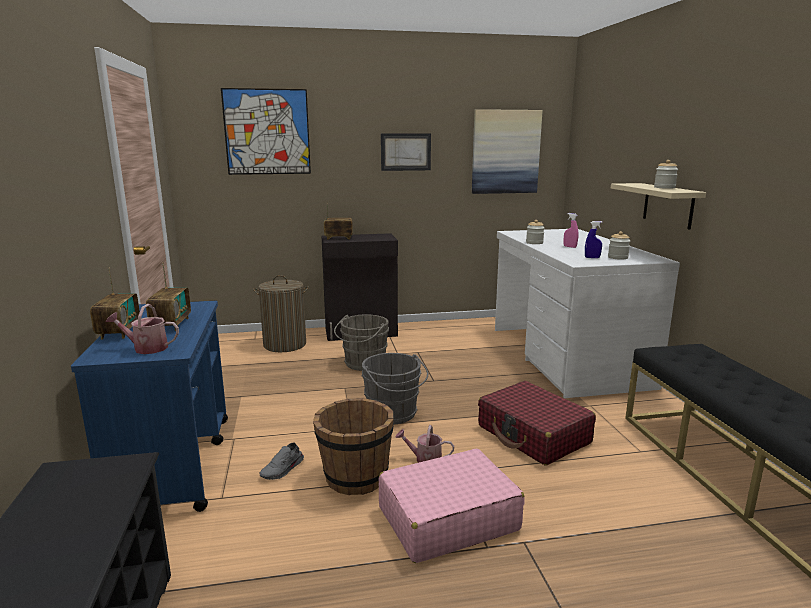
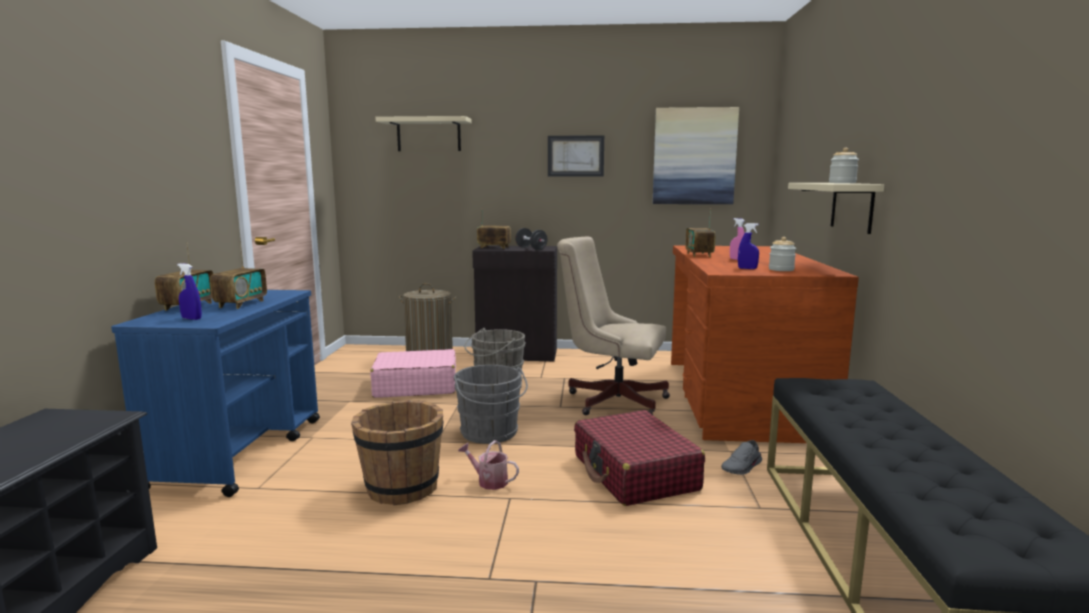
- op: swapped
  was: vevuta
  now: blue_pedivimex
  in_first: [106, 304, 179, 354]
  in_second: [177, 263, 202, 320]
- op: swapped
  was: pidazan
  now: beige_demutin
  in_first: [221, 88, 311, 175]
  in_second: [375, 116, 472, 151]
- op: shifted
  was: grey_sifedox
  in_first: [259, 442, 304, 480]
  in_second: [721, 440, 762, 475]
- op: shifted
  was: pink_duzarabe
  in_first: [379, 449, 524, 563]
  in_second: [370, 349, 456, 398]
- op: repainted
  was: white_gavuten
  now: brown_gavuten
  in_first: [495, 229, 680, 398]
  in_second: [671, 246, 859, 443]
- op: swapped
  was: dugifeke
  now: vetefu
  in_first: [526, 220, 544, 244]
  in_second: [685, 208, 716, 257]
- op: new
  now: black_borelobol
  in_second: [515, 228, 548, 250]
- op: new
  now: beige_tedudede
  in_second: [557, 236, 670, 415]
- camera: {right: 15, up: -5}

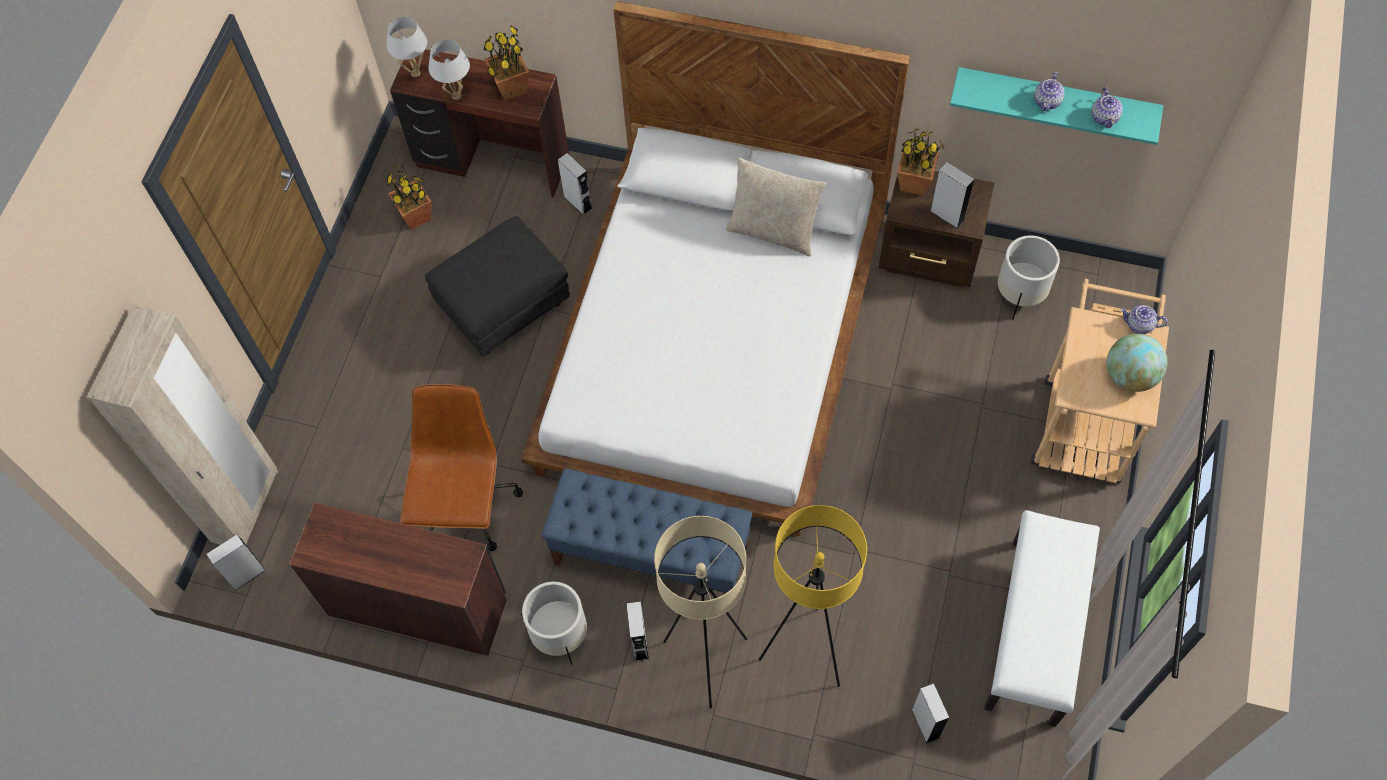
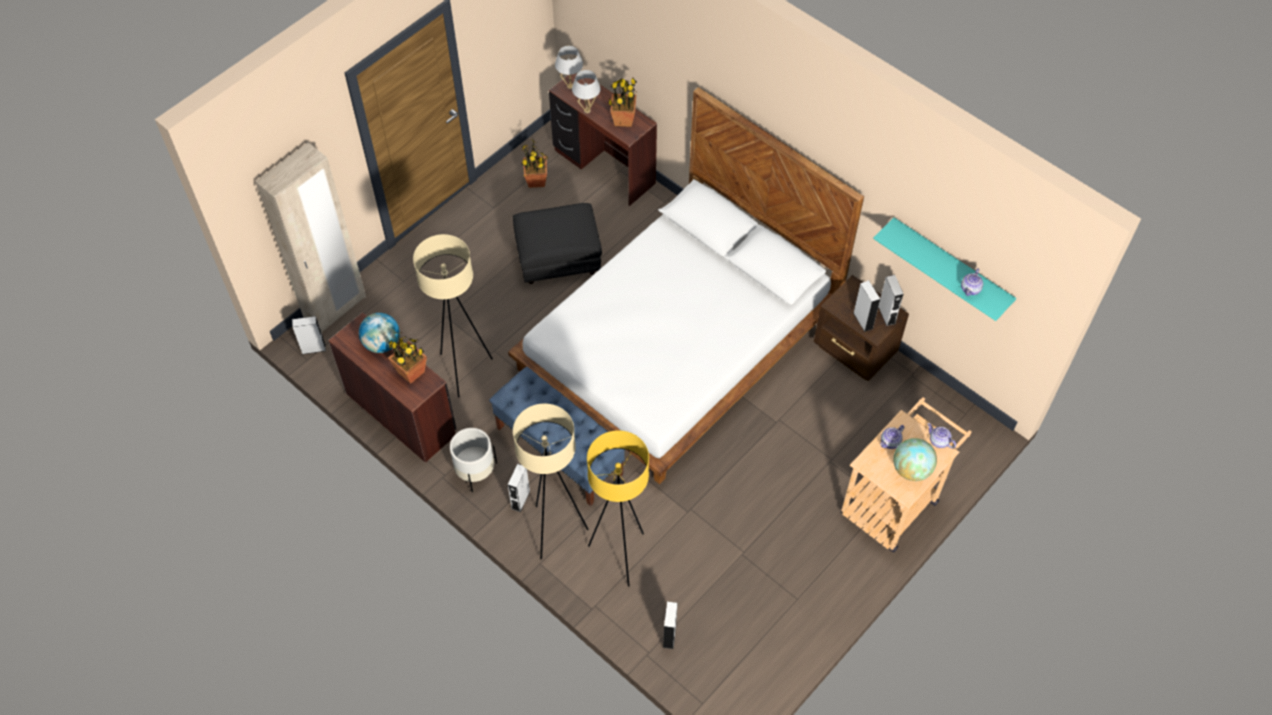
- op: swapped
  was: brown_tedudede
  now: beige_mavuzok
  in_first: [400, 384, 523, 551]
  in_second: [413, 234, 493, 397]
- op: shifted
  was: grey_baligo
  in_first: [558, 153, 593, 216]
  in_second: [878, 275, 904, 326]
- op: gone
  was: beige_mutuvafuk
  in_first: [726, 158, 826, 256]
- op: shifted
  was: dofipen
  in_first: [897, 129, 944, 196]
  in_second: [388, 332, 427, 384]
- op: gone
  was: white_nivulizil
  in_first: [984, 510, 1100, 727]
- op: gone
  was: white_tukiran
  in_first: [998, 235, 1060, 319]
- op: shifted
  was: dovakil
  in_first: [1034, 72, 1064, 111]
  in_second: [880, 425, 905, 449]
- op: new
  now: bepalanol
  in_second: [359, 313, 400, 353]
- camera: {right: 25, up: -5}

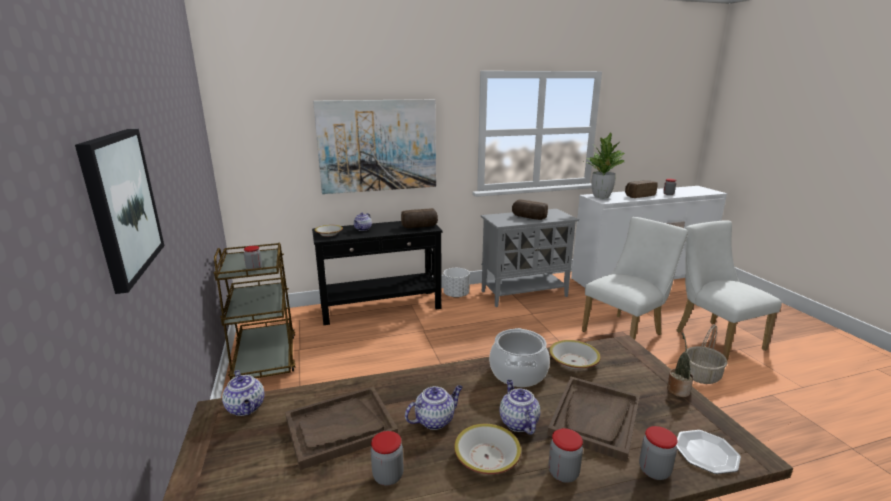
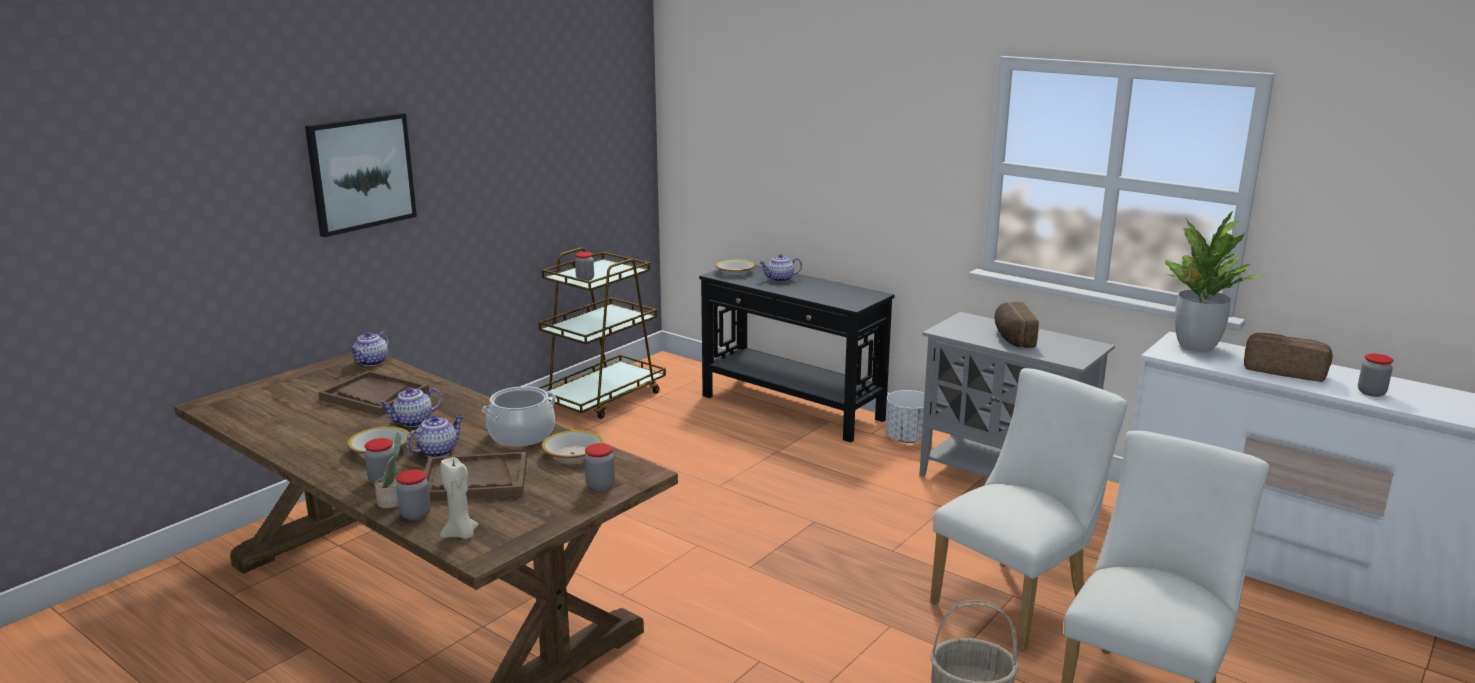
- op: gone
  was: pidazan
  in_first: [313, 99, 436, 194]
- op: shifted
  was: dugifeke
  in_first: [371, 431, 404, 486]
  in_second: [584, 443, 615, 491]
- op: gone
  was: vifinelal
  in_first: [401, 208, 438, 228]
- op: rotated
  was: dovakil
  in_first: [405, 385, 463, 430]
  in_second: [380, 387, 442, 427]
  clockwise: 120
- op: rotated
  was: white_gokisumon
  in_first: [582, 217, 688, 340]
  in_second: [930, 368, 1127, 651]
  clockwise: -60
- op: shifted
  was: dofipen
  in_first: [667, 332, 693, 397]
  in_second: [375, 433, 401, 509]
- op: swapped
  was: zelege
  now: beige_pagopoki
  in_first: [676, 430, 741, 474]
  in_second: [440, 457, 479, 539]
- camera: {right: 55, up: 0}

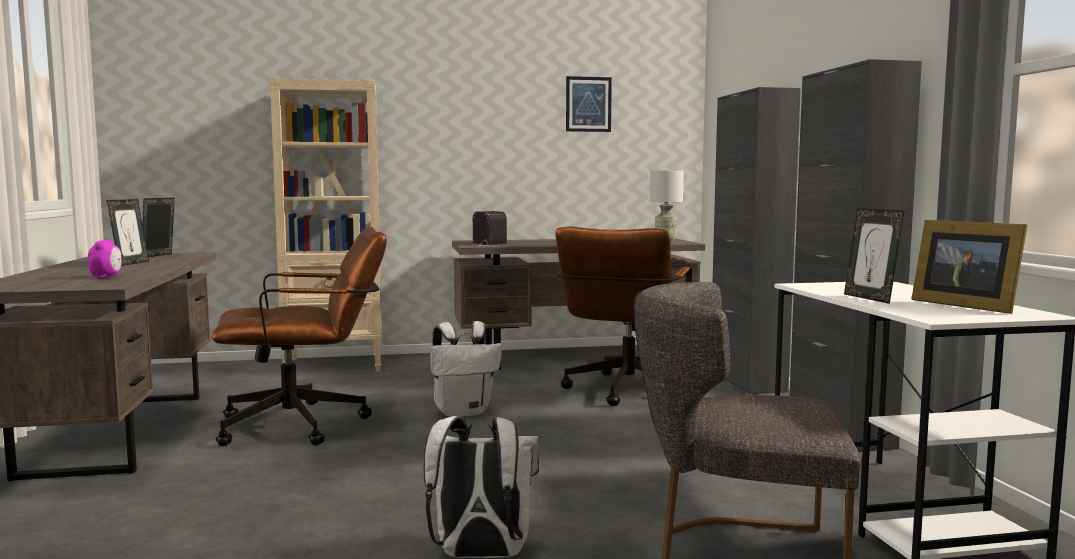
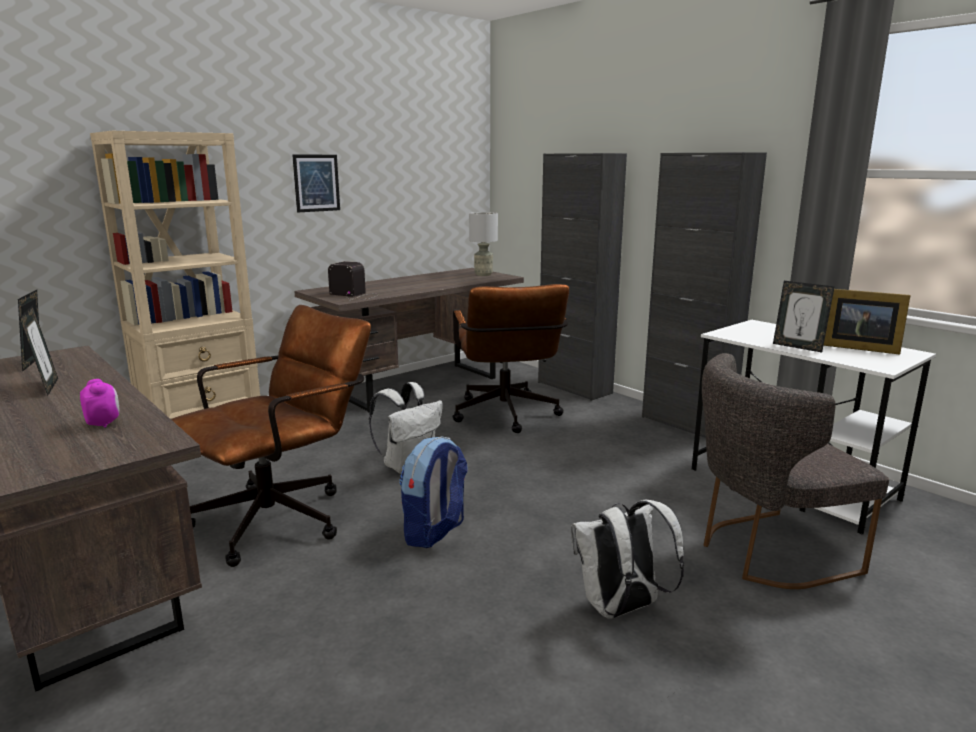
- op: shifted
  was: pidazan
  in_first: [566, 76, 612, 132]
  in_second: [292, 155, 340, 212]
- op: new
  now: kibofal
  in_second: [399, 436, 468, 548]
- camera: {right: -30, up: 10}

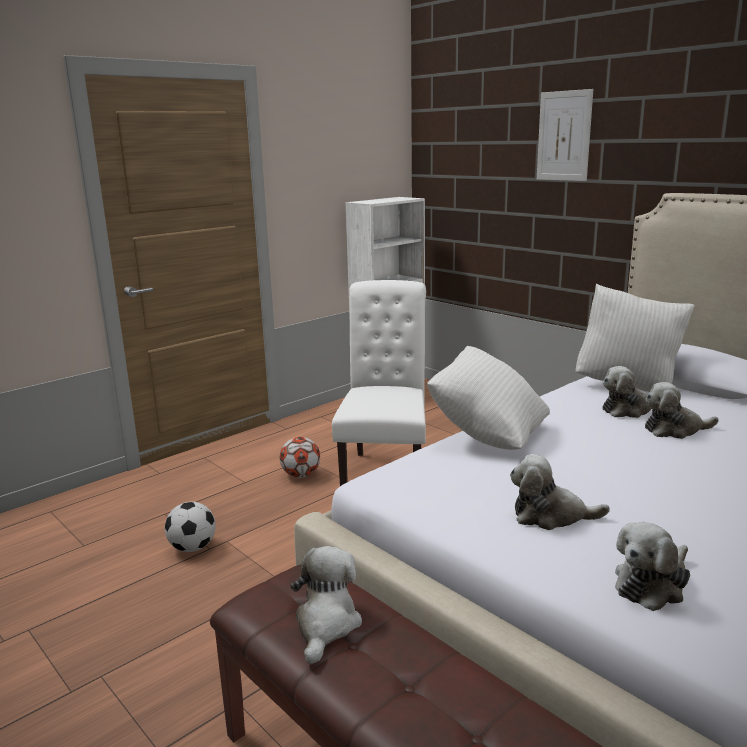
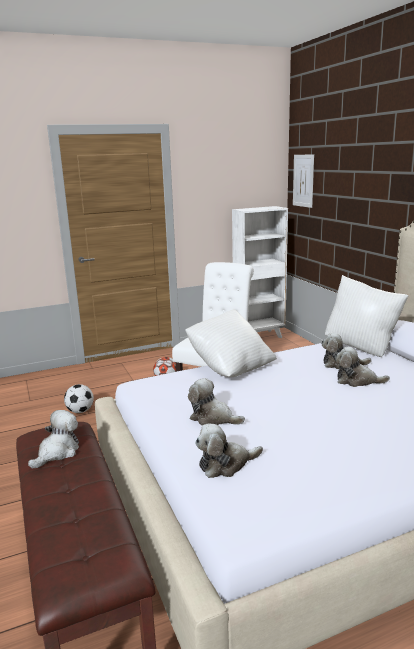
- op: shifted
  was: pidazan
  in_first: [537, 89, 593, 181]
  in_second: [293, 154, 314, 208]
- camera: {right: 20, up: 0}

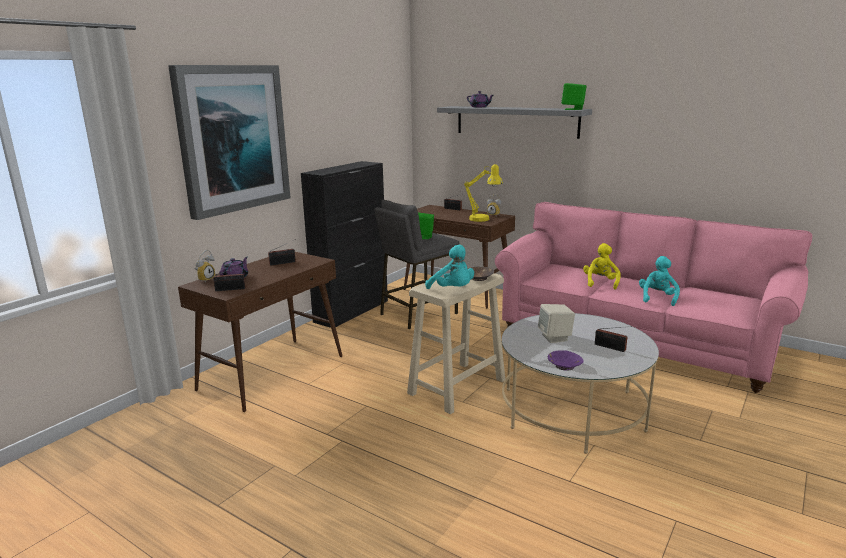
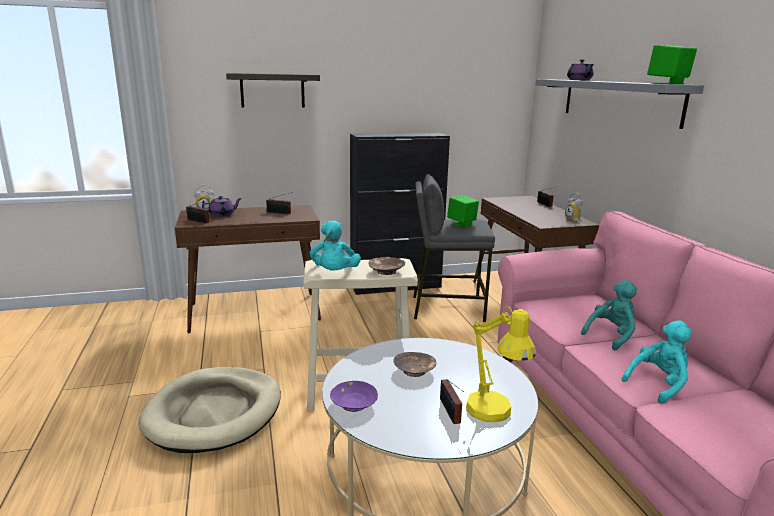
- op: swapped
  was: pidazan
  now: demutin
  in_first: [168, 65, 291, 220]
  in_second: [226, 73, 320, 108]
- op: shifted
  was: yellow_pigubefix
  in_first: [464, 164, 503, 222]
  in_second: [466, 306, 536, 422]
- op: swapped
  was: beige_baligo
  now: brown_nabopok
  in_first: [538, 304, 575, 343]
  in_second: [394, 352, 436, 377]
- op: repainted
  was: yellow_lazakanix
  now: turquoise_lazakanix
  in_first: [583, 243, 621, 290]
  in_second: [581, 280, 637, 351]
- op: new
  now: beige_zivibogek
  in_second: [138, 367, 281, 453]
- camera: {right: 40, up: 0}

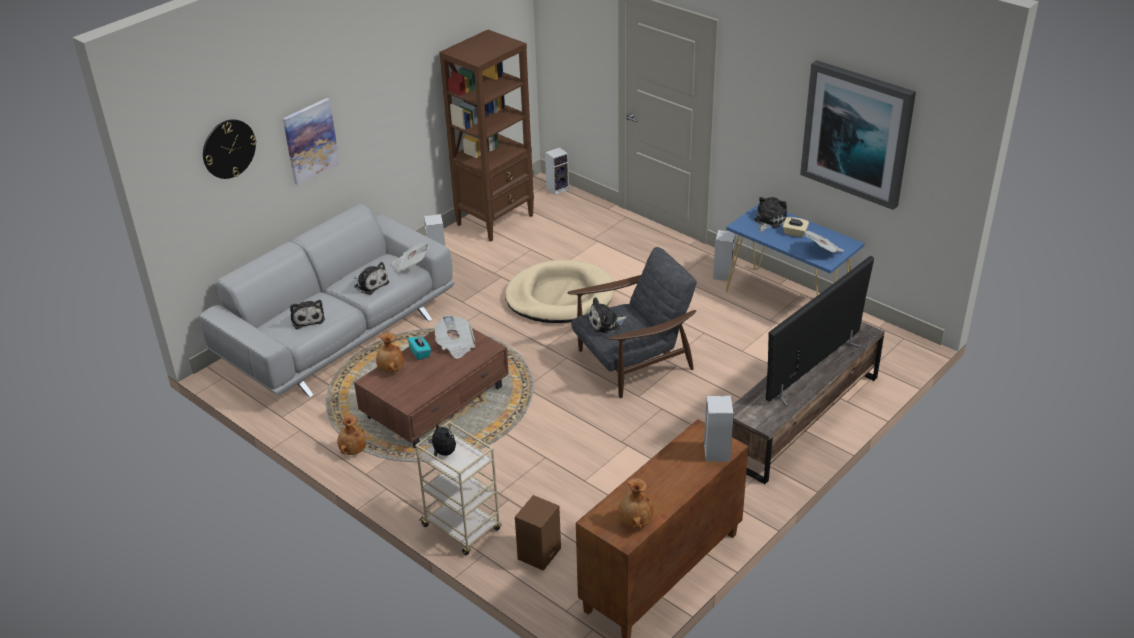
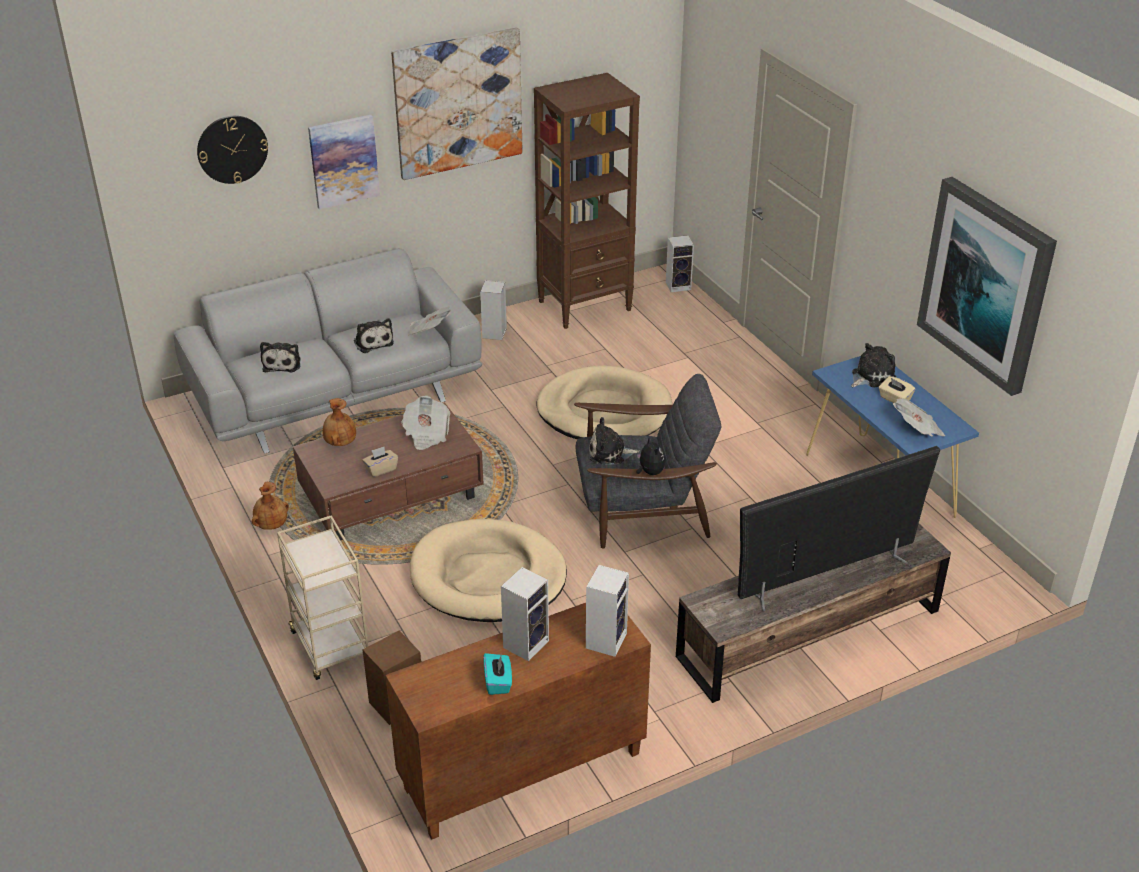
- op: shifted
  was: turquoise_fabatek
  in_first: [407, 334, 431, 360]
  in_second: [483, 653, 512, 695]
- op: shifted
  was: lazakanix
  in_first: [428, 424, 456, 457]
  in_second: [636, 436, 665, 475]
- op: gone
  was: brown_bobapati
  in_first: [619, 478, 653, 528]
- op: shifted
  was: baligo
  in_first: [713, 230, 736, 281]
  in_second: [501, 567, 549, 661]
- op: new
  now: beige_fabatek
  in_second: [362, 447, 398, 477]
- op: new
  now: pidazan
  in_second: [391, 27, 523, 180]
- op: new
  now: beige_zivibogek
  in_second: [410, 519, 567, 622]
- camera: {right: 20, up: 0}

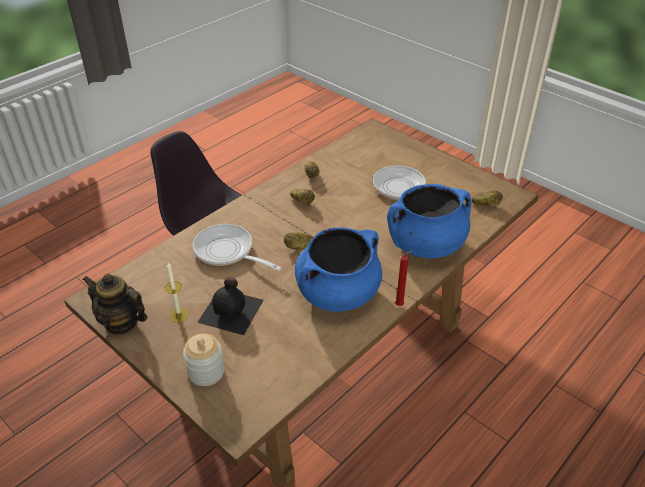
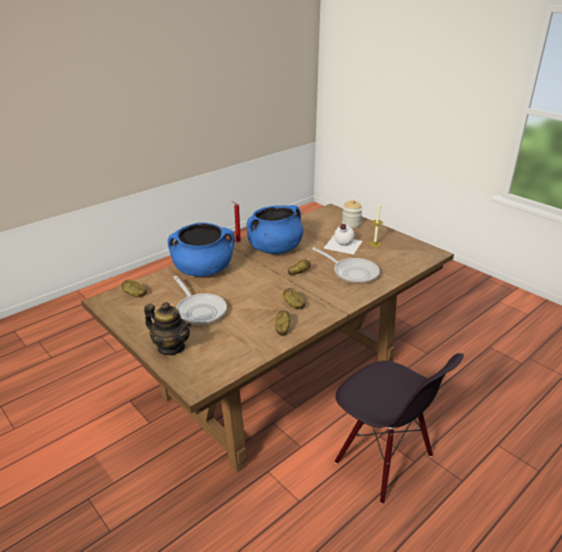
- op: shifted
  was: dovakil
  in_first: [82, 273, 148, 335]
  in_second: [144, 302, 191, 355]
- op: repainted
  was: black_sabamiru
  now: white_sabamiru
  in_first: [197, 277, 264, 335]
  in_second: [324, 224, 362, 255]
- camera: {right: -175, up: -10}

